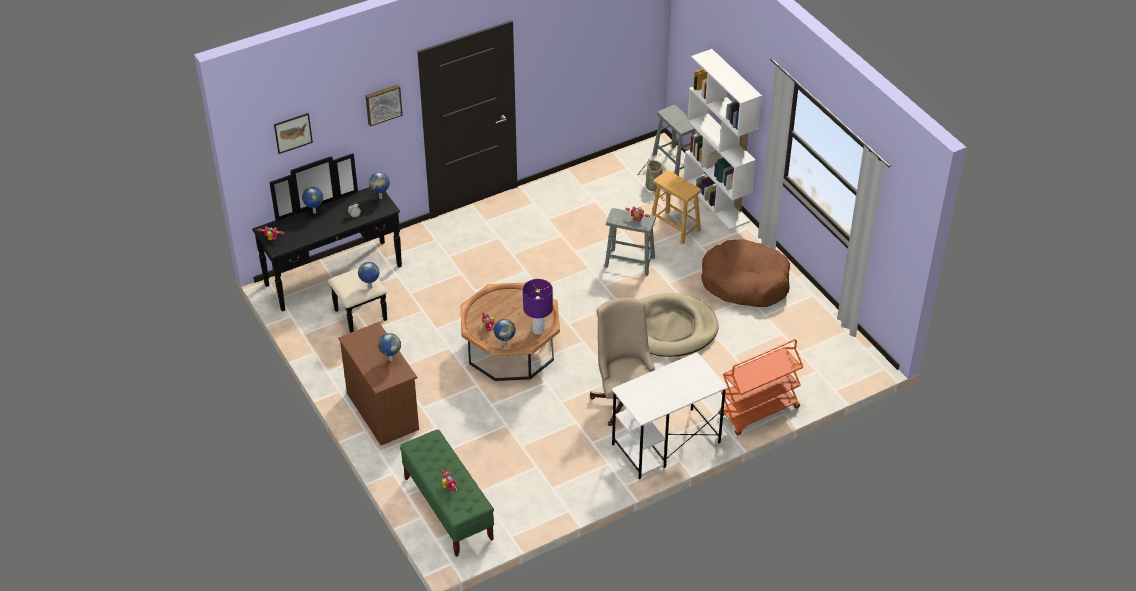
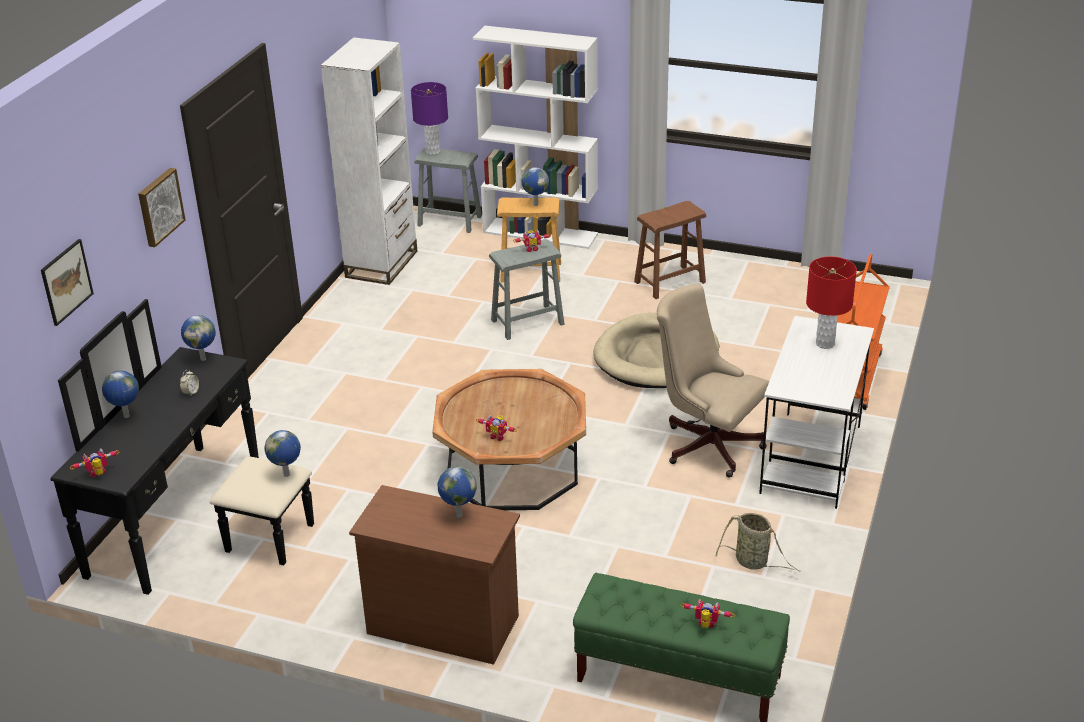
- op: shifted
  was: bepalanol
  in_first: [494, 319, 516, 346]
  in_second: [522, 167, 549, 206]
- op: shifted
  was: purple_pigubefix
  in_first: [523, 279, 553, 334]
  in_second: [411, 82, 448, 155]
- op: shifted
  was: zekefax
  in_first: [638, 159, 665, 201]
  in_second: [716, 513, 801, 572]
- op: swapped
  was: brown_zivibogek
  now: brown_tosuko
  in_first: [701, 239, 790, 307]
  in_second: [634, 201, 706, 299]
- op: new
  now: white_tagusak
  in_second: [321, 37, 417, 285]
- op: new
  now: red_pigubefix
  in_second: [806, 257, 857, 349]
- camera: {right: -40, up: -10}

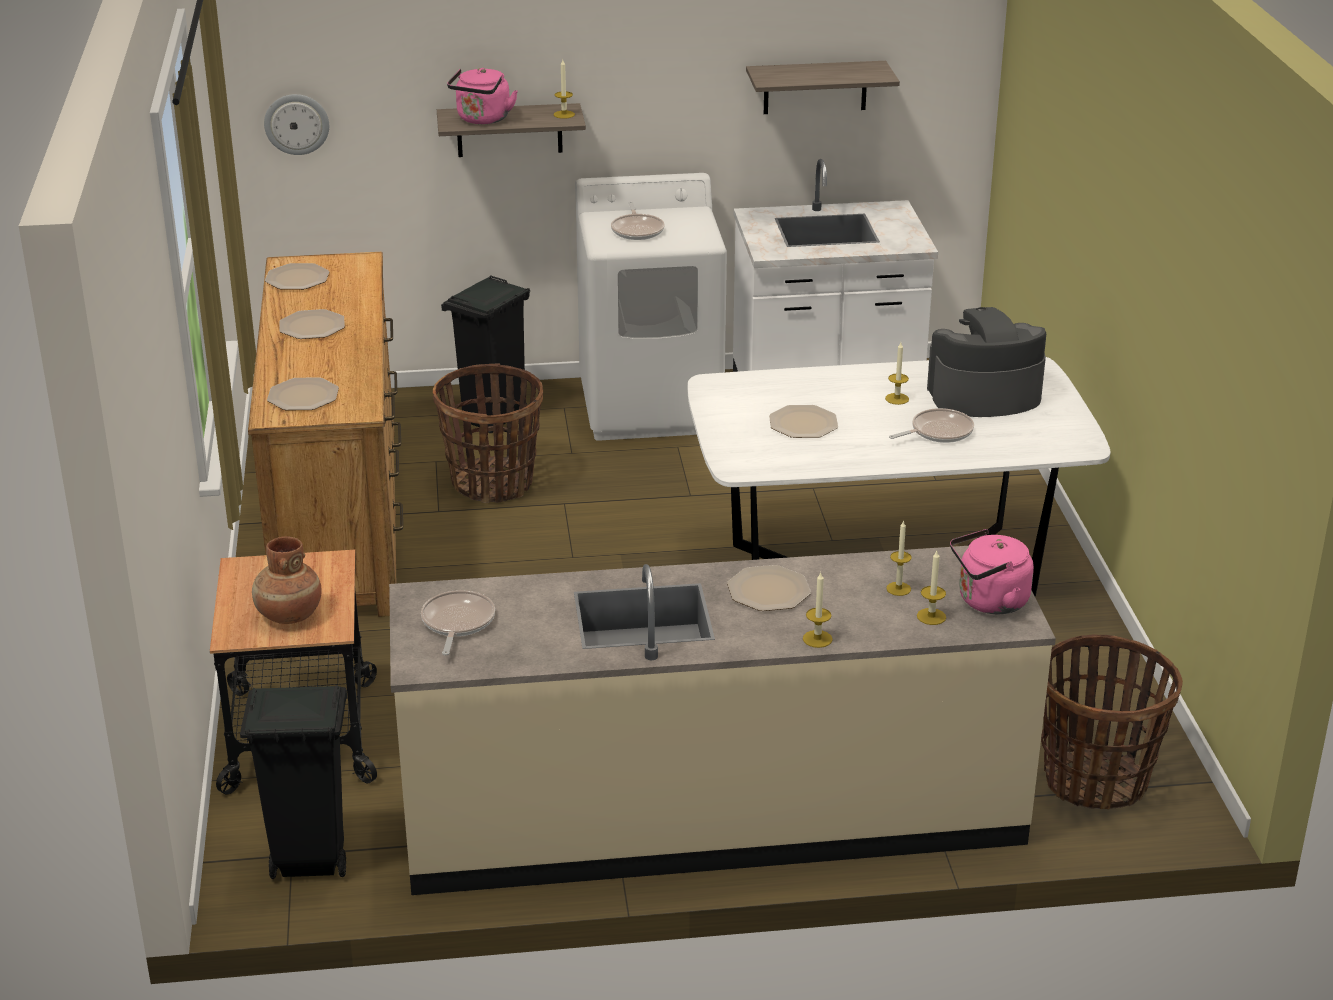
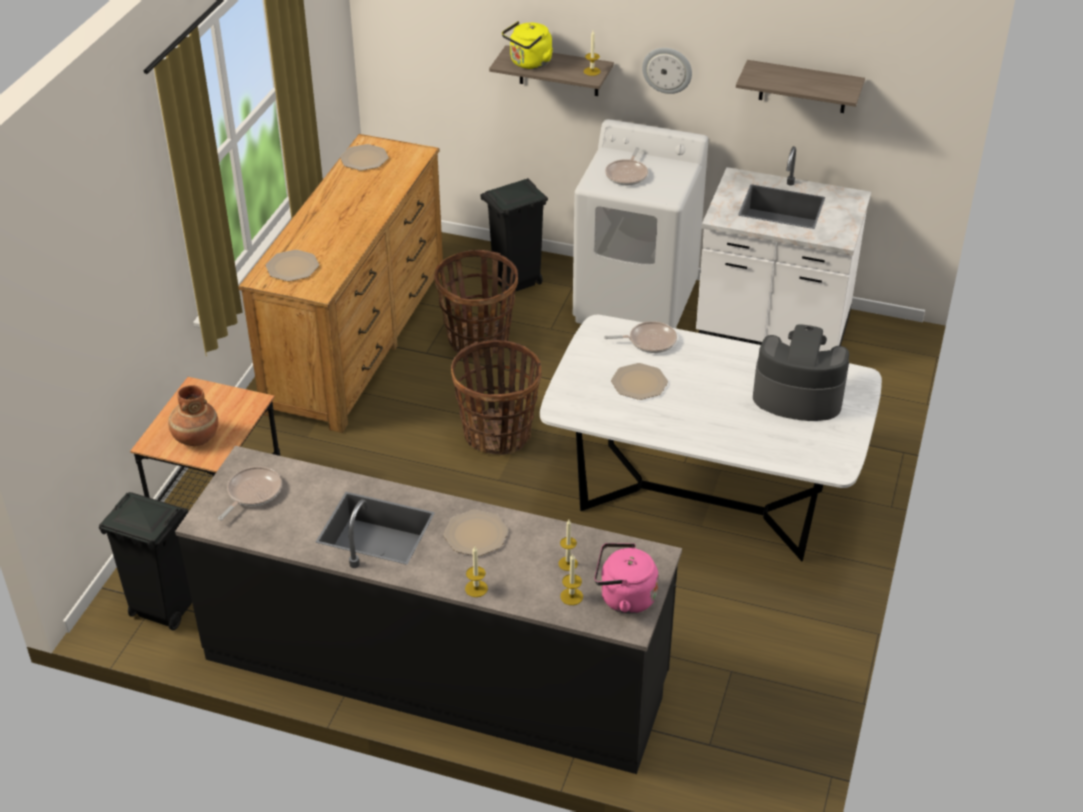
- op: shifted
  was: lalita
  in_first: [264, 94, 329, 155]
  in_second: [642, 48, 692, 94]
- op: gone
  was: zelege
  in_first: [279, 309, 345, 339]
- op: repainted
  was: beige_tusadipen
  now: black_tusadipen
  in_first: [389, 546, 1056, 895]
  in_second: [175, 446, 682, 774]
- op: repainted
  was: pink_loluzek
  now: yellow_loluzek
  in_first: [447, 68, 518, 124]
  in_second: [502, 21, 553, 69]
- op: gone
  was: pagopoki
  in_first: [885, 342, 909, 405]
- op: shifted
  was: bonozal
  in_first: [889, 408, 974, 443]
  in_second: [604, 321, 677, 353]
- op: shifted
  was: zekefax
  in_first: [1041, 635, 1183, 809]
  in_second: [451, 340, 542, 455]
- camera: {right: 25, up: 10}

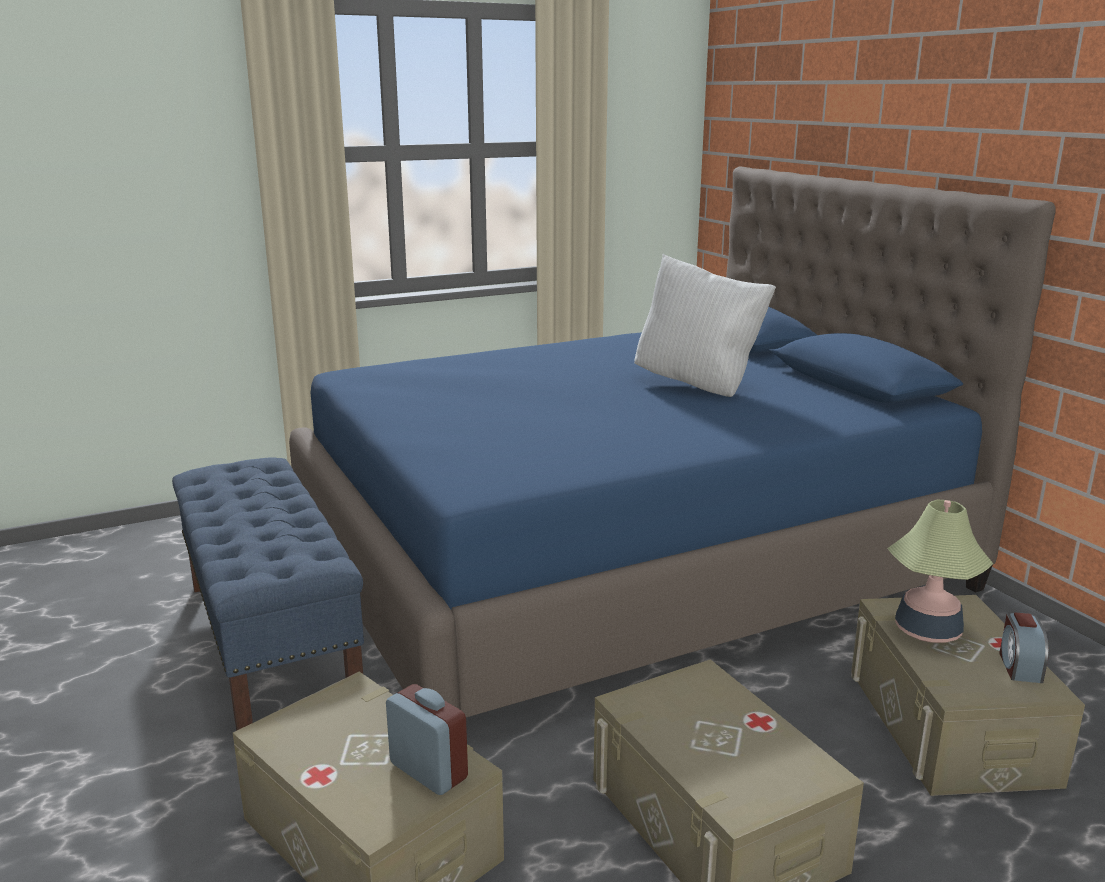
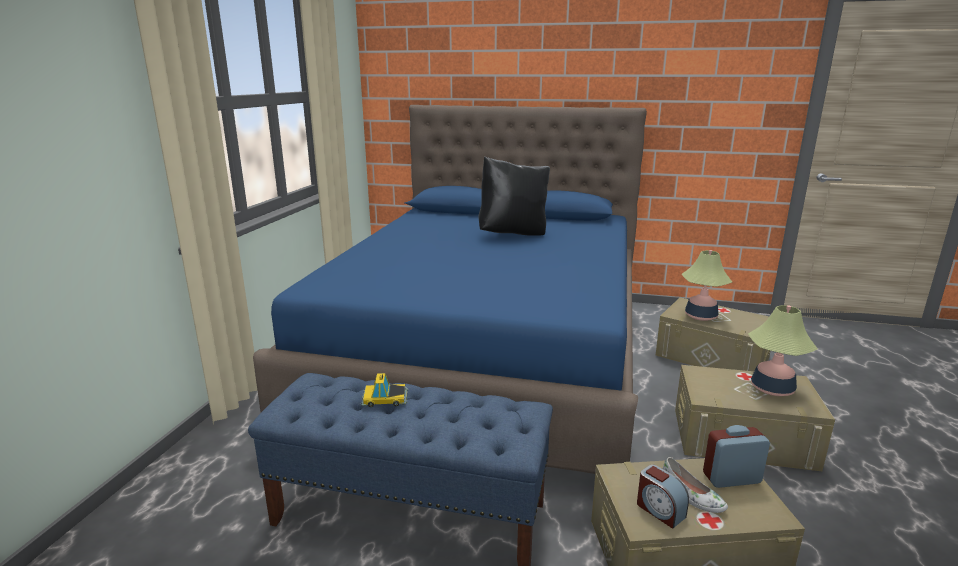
- op: repainted
  was: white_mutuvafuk
  now: black_mutuvafuk
  in_first: [634, 254, 776, 397]
  in_second: [479, 156, 550, 236]
- op: shifted
  was: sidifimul
  in_first: [999, 612, 1049, 683]
  in_second: [637, 465, 689, 529]
- op: new
  now: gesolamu
  in_second: [361, 373, 408, 407]
- op: new
  now: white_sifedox
  in_second: [663, 457, 728, 513]
- op: new
  now: pigubefix
  in_second: [748, 305, 818, 396]
- camera: {right: -50, up: 0}

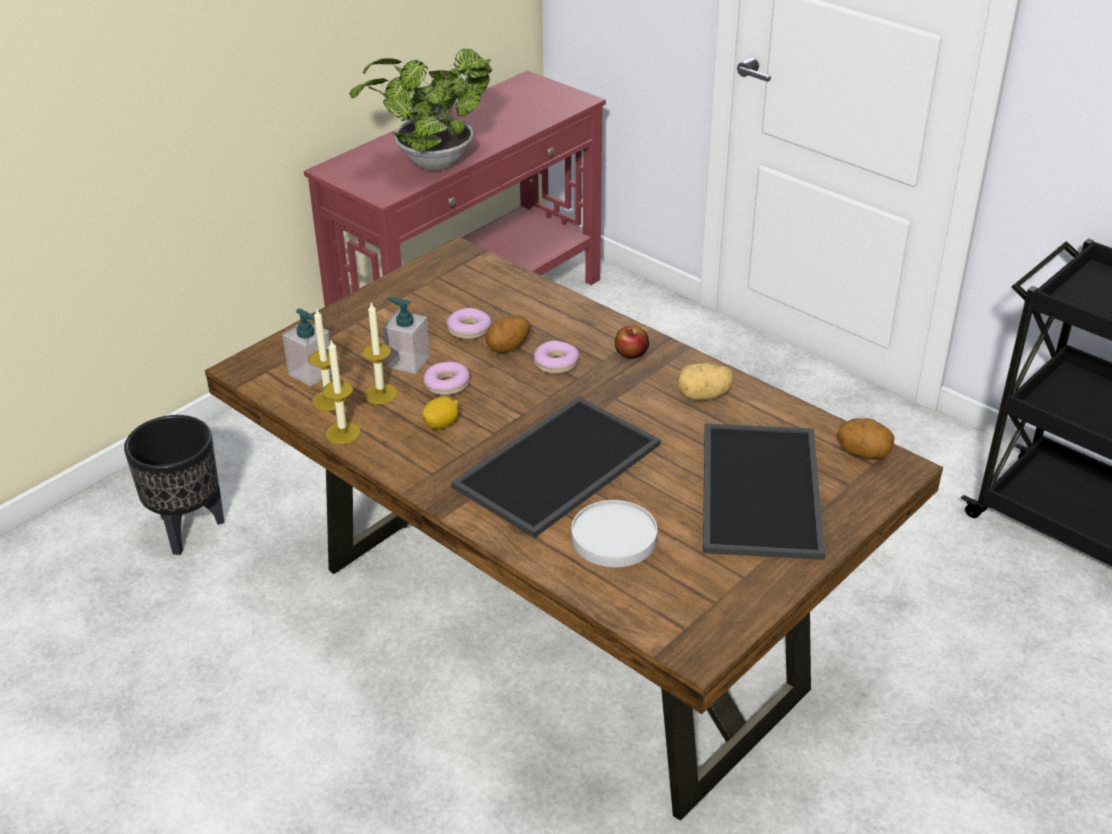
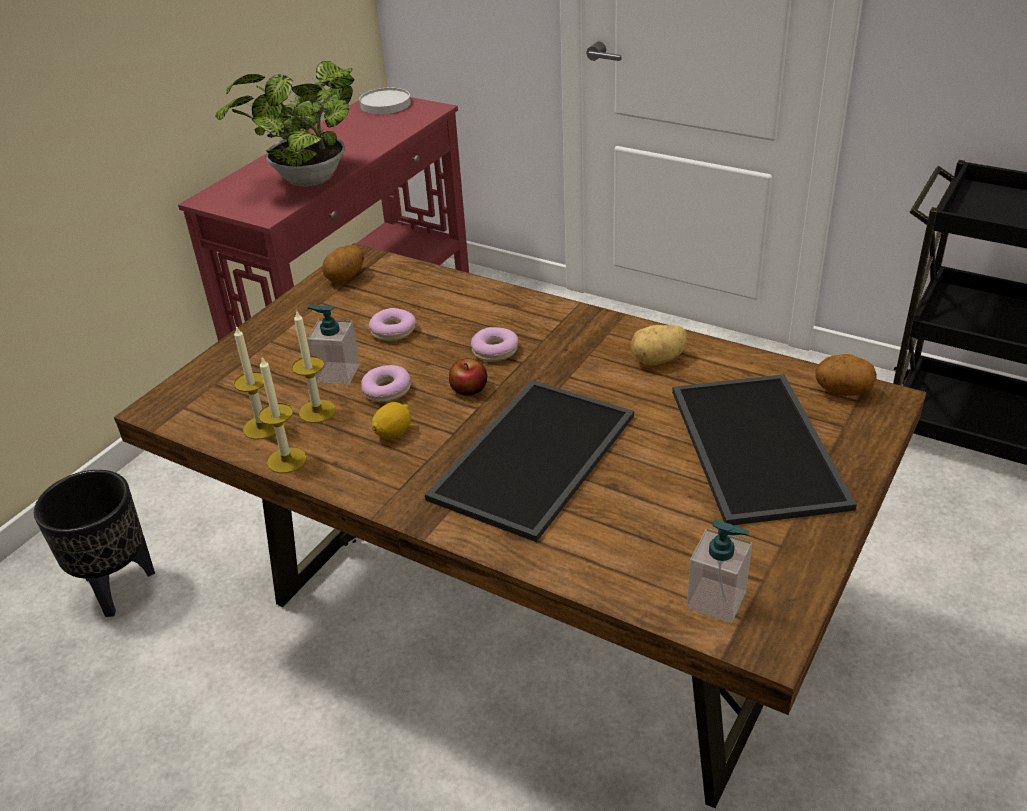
- op: shifted
  was: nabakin
  in_first: [282, 309, 332, 386]
  in_second: [687, 520, 752, 623]
- op: shifted
  was: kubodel
  in_first: [485, 315, 530, 353]
  in_second: [322, 245, 364, 283]
- op: shifted
  was: white_zelege
  in_first: [572, 500, 657, 567]
  in_second: [359, 88, 411, 114]
- op: shifted
  was: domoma
  in_first: [615, 326, 649, 359]
  in_second: [449, 358, 487, 396]
- camera: {right: -10, up: 0}

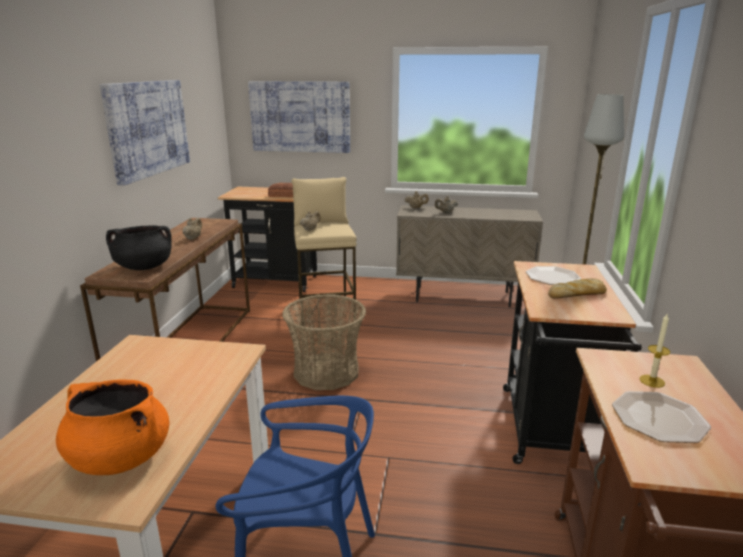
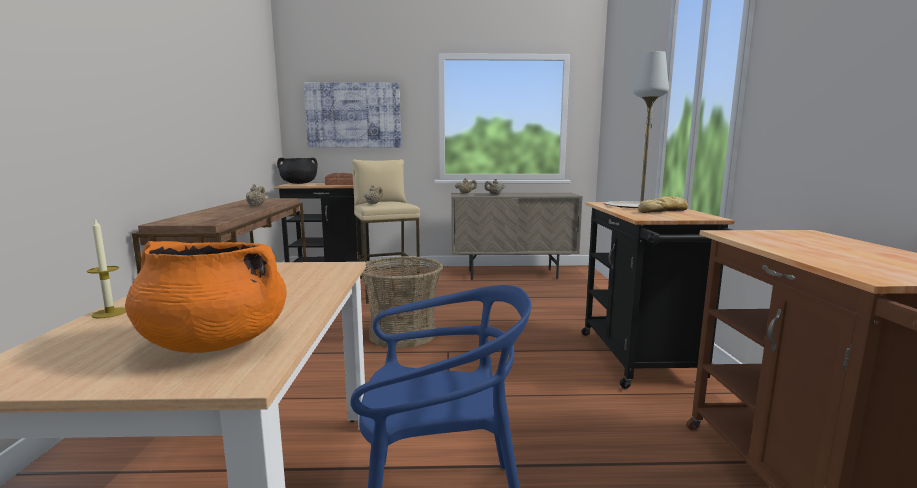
- op: gone
  was: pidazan
  in_first: [100, 80, 190, 185]
- op: shifted
  was: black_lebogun
  in_first: [106, 225, 172, 270]
  in_second: [277, 158, 318, 184]
- op: gone
  was: zelege
  in_first: [612, 391, 711, 443]
- op: shifted
  was: pagopoki
  in_first: [639, 314, 670, 388]
  in_second: [87, 219, 126, 318]
- camera: {right: -10, up: -10}

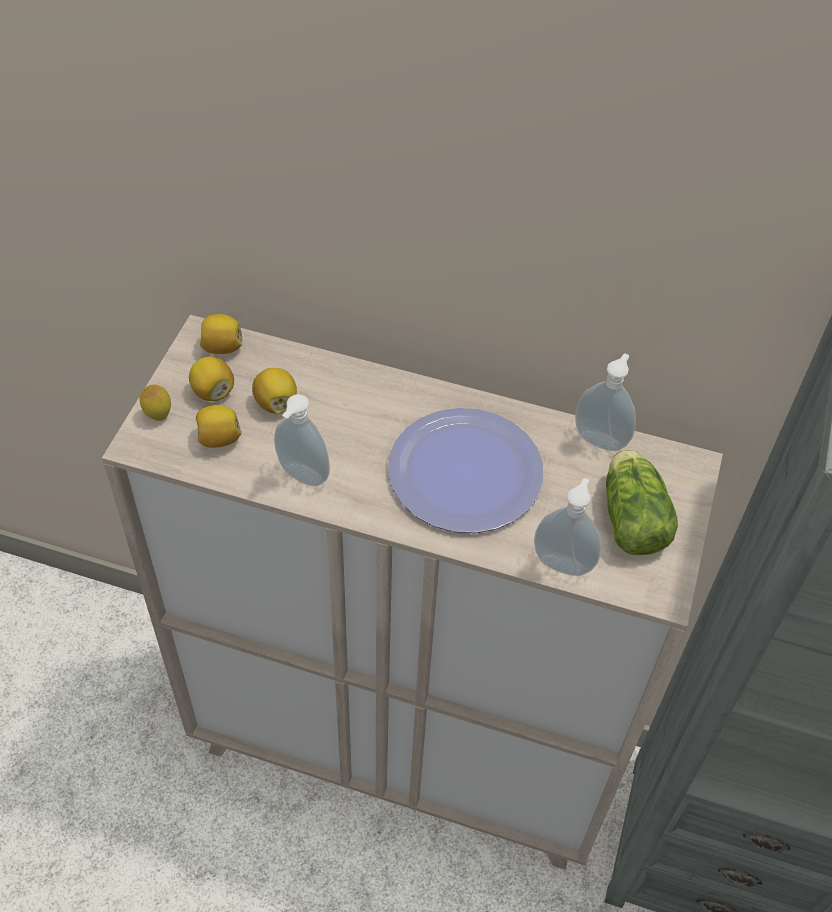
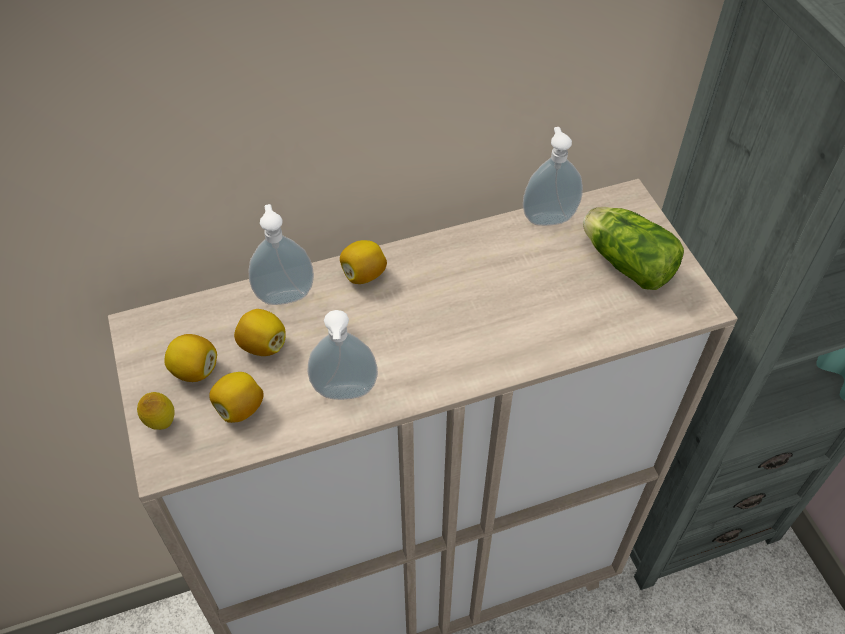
- op: shifted
  was: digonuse
  in_first: [200, 314, 243, 354]
  in_second: [340, 240, 387, 284]
- op: gone
  was: zelege
  in_first: [388, 408, 544, 533]
- op: shifted
  was: nabakin
  in_first: [534, 478, 601, 576]
  in_second: [249, 204, 314, 305]
- camera: {right: -35, up: 0}

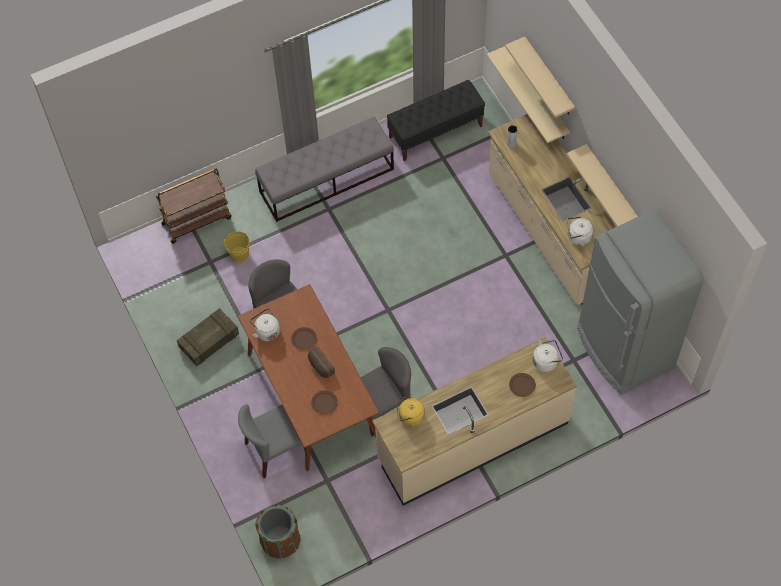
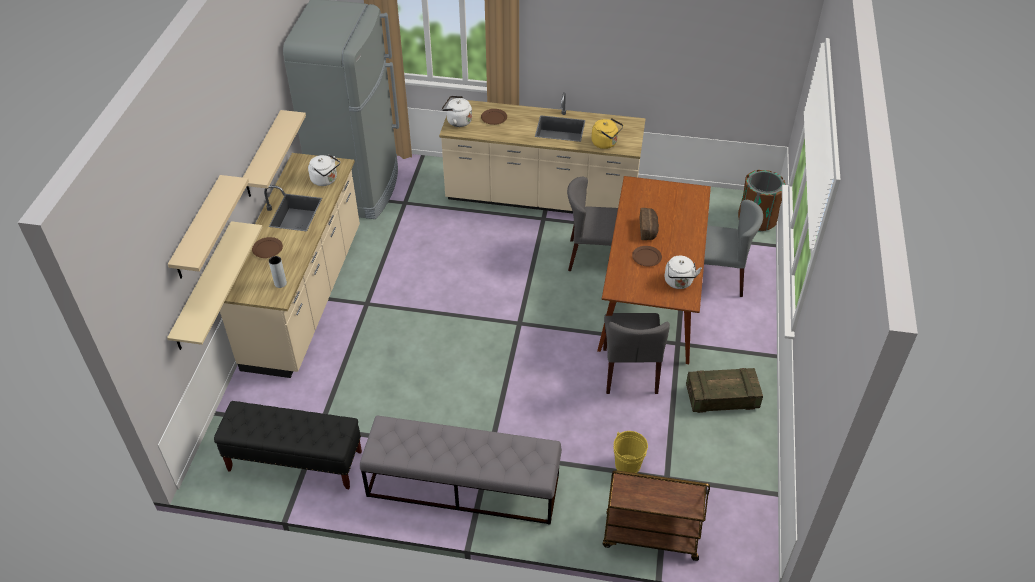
- op: shifted
  was: brown_zelege
  in_first: [311, 390, 338, 414]
  in_second: [252, 237, 283, 258]
- camera: {right: -145, up: -15}

